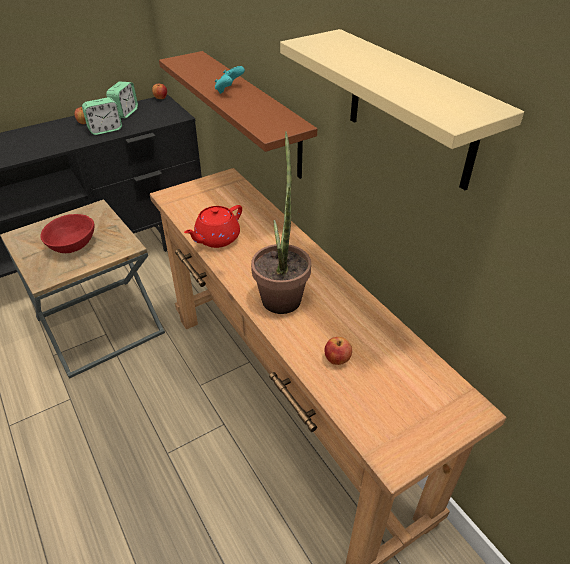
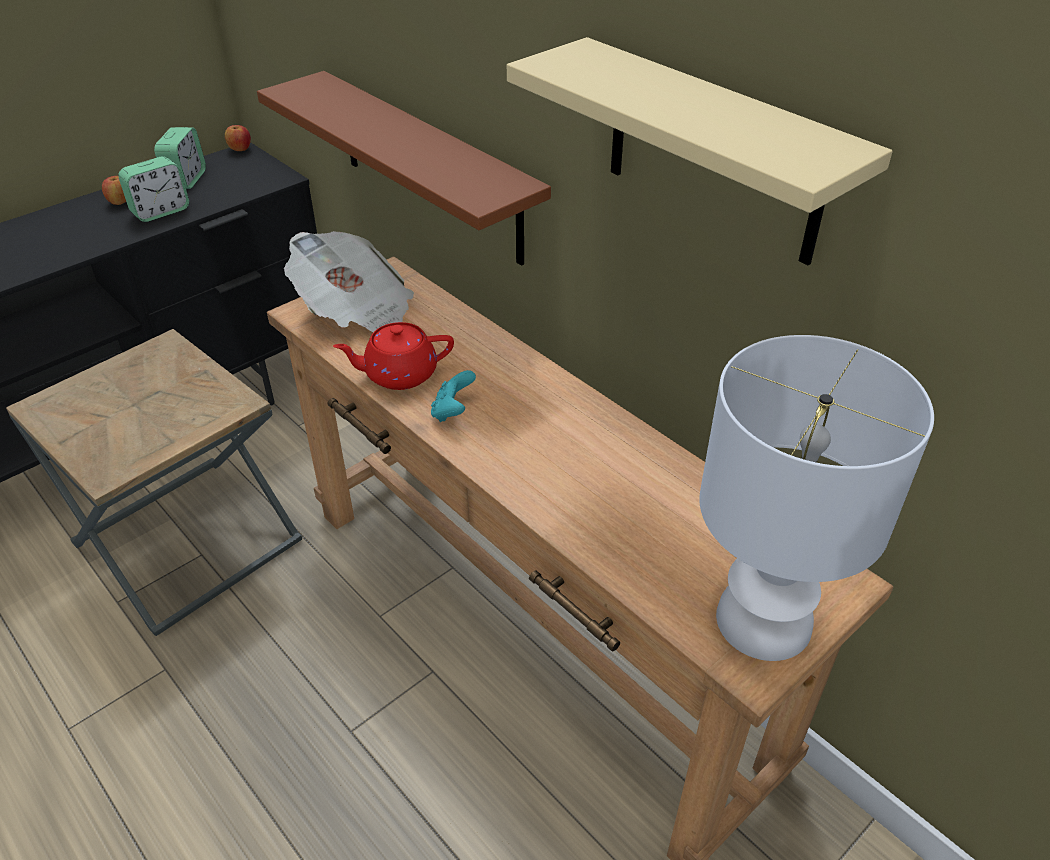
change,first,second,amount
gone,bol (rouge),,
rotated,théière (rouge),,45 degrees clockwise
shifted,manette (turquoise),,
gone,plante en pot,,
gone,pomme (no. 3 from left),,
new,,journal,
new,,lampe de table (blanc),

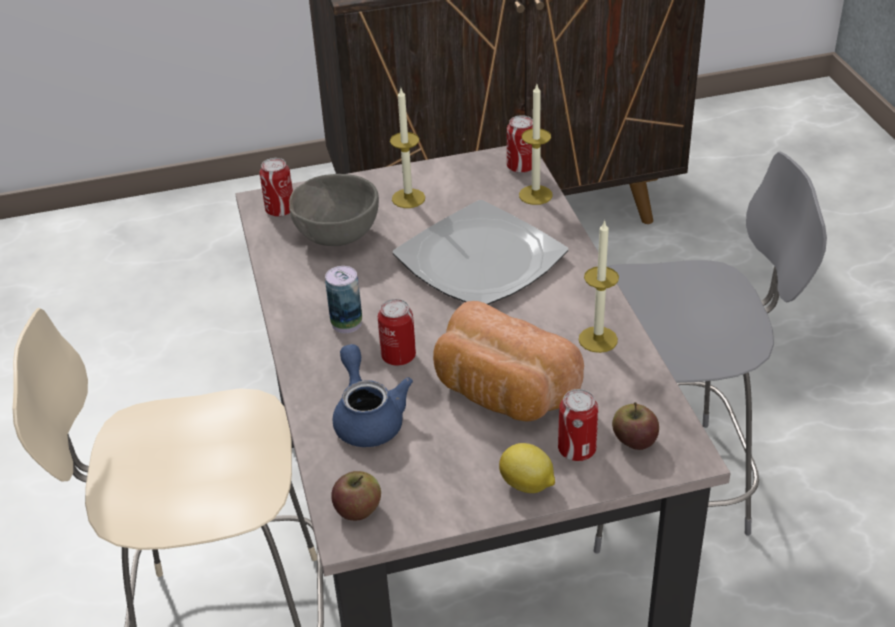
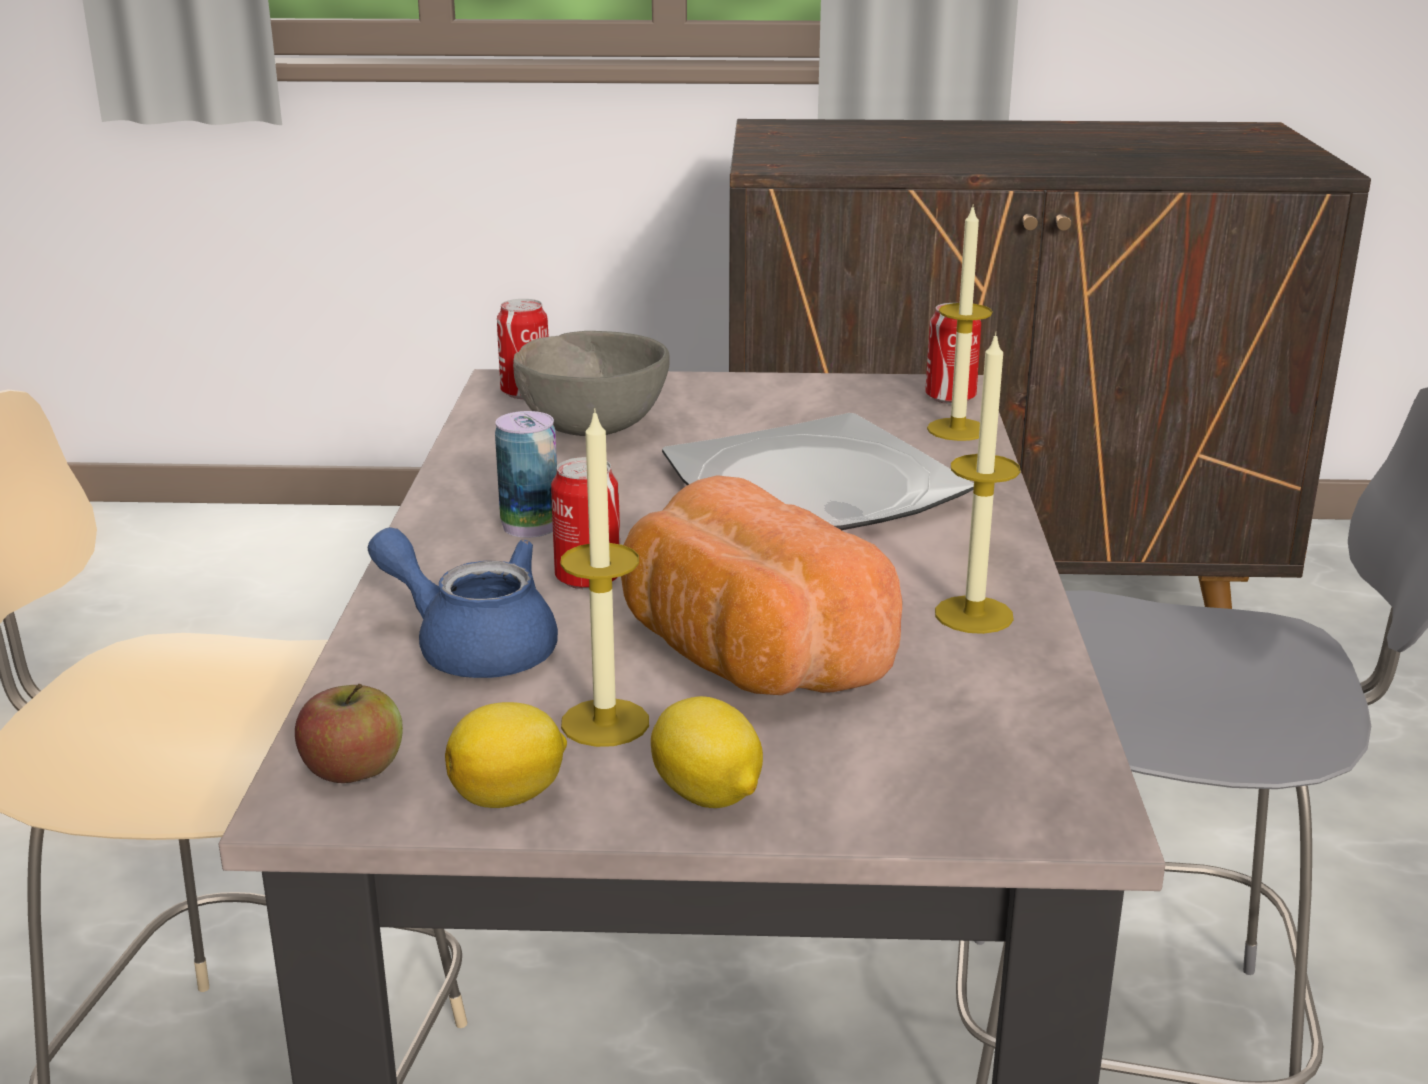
change,first,second,amount
rotated,théière (bleu),,60 degrees counterclockwise
shifted,bougie (no. 1 from left),,
gone,boîte métallique (no. 5 from left),,
gone,pomme (no. 2 from left),,
new,,citron (no. 1 from left),

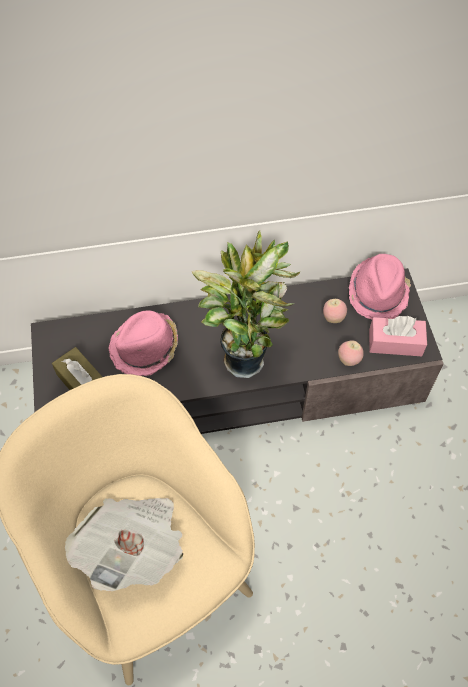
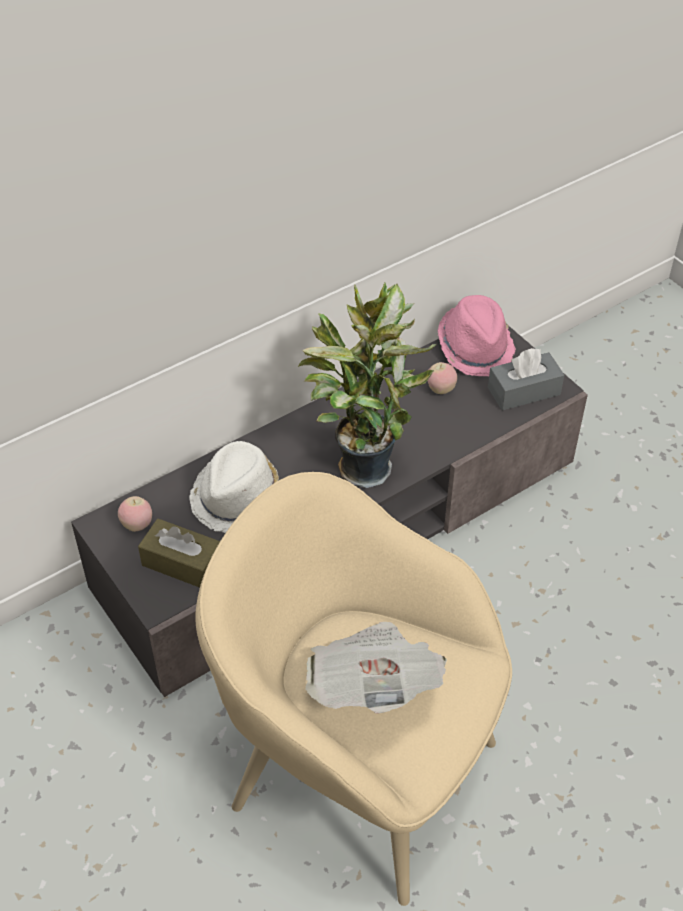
change,first,second,amount
repainted,chapeau (rose) (no. 1 from left),chapeau (blanc),
shifted,pomme (no. 2 from left in the first image),pomme (no. 1 from left),
repainted,boîte à mouchoirs (rose),boîte à mouchoirs (gris),

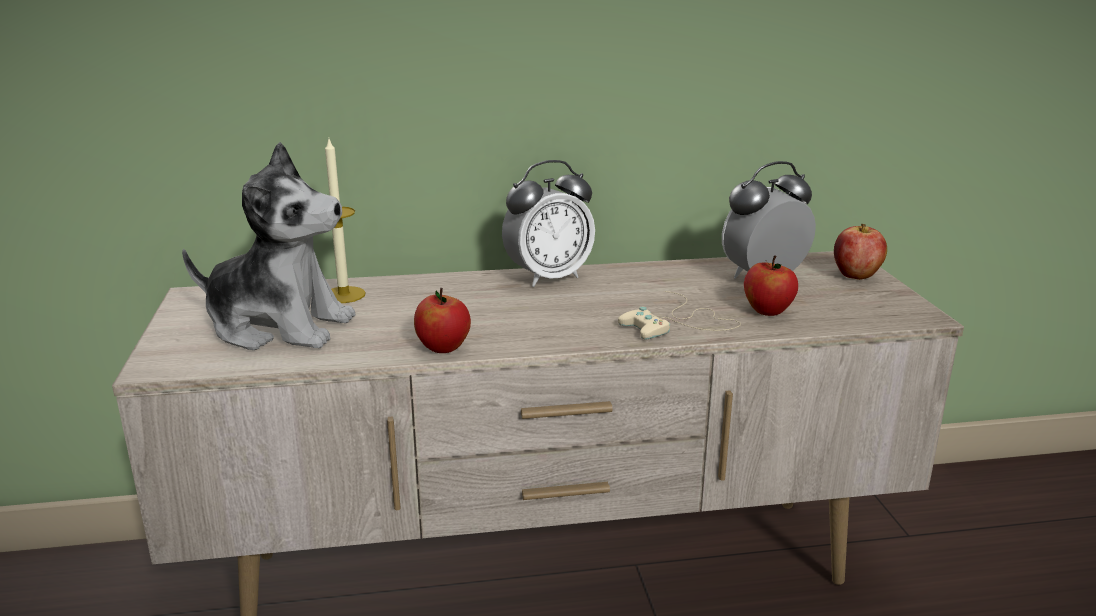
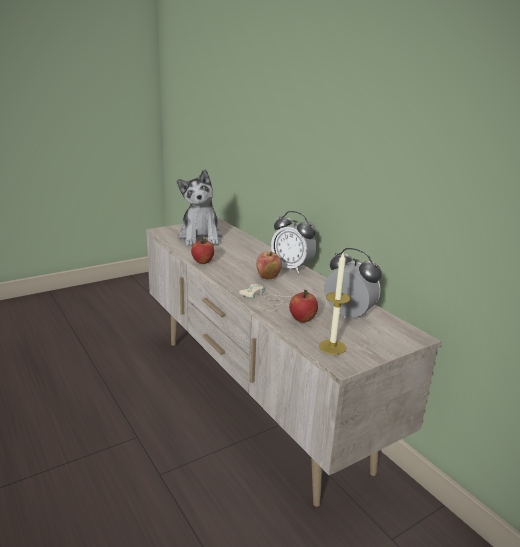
change,first,second,amount
shifted,bougie,,
shifted,pomme (no. 3 from left in the first image),pomme (no. 2 from left),

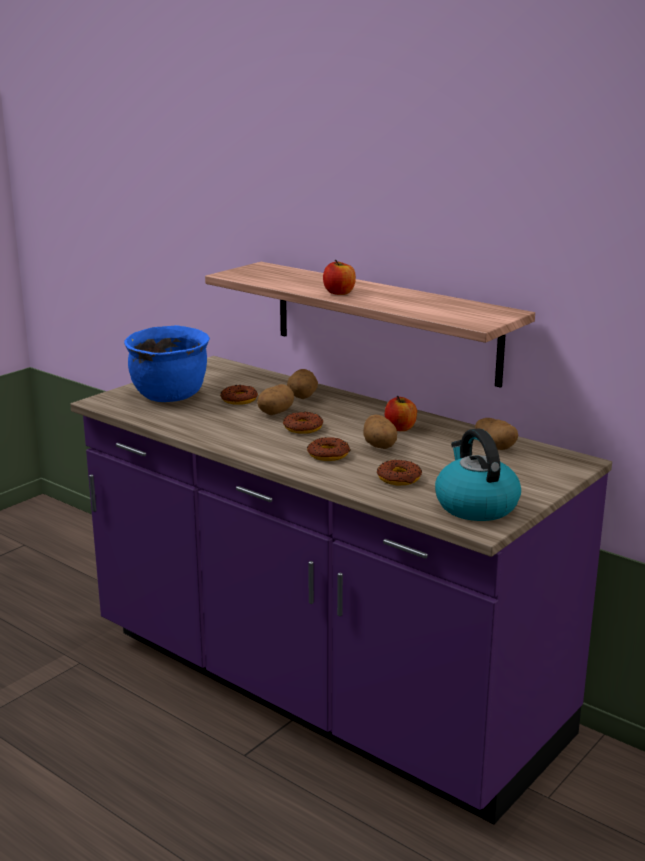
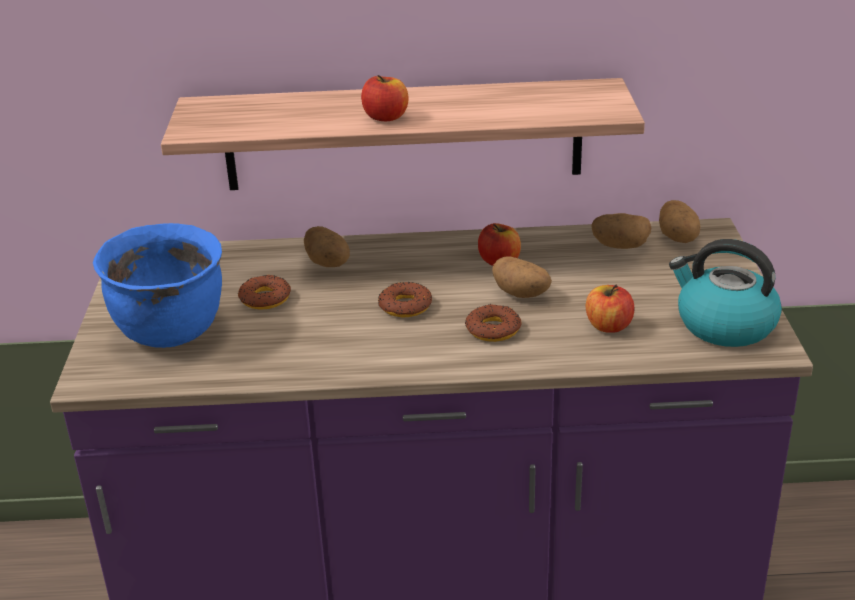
change,first,second,amount
shifted,pomme de terre (no. 1 from left in the first image),pomme de terre (no. 4 from left),
swapped,beignet (no. 4 from left),pomme (no. 3 from left),

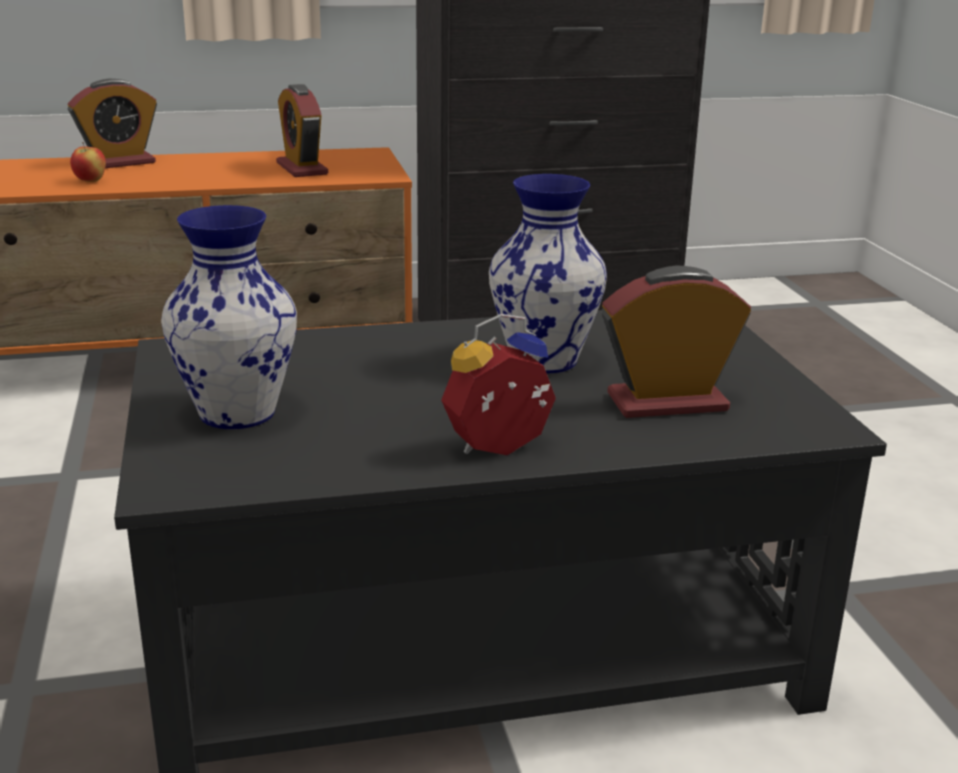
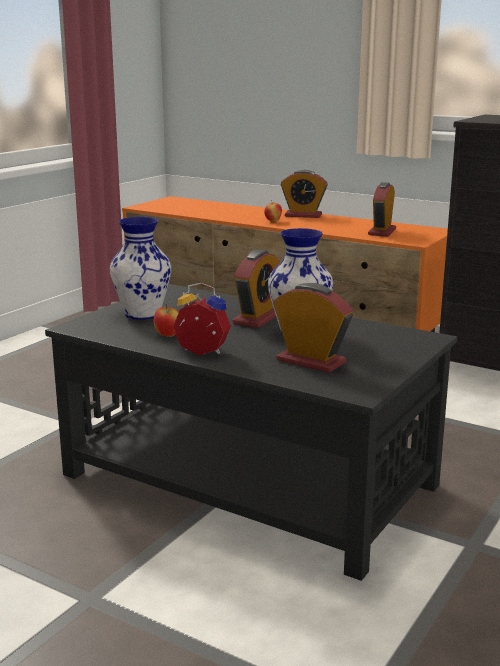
change,first,second,amount
new,,pomme (no. 1 from left),
new,,réveil (no. 2 from left),

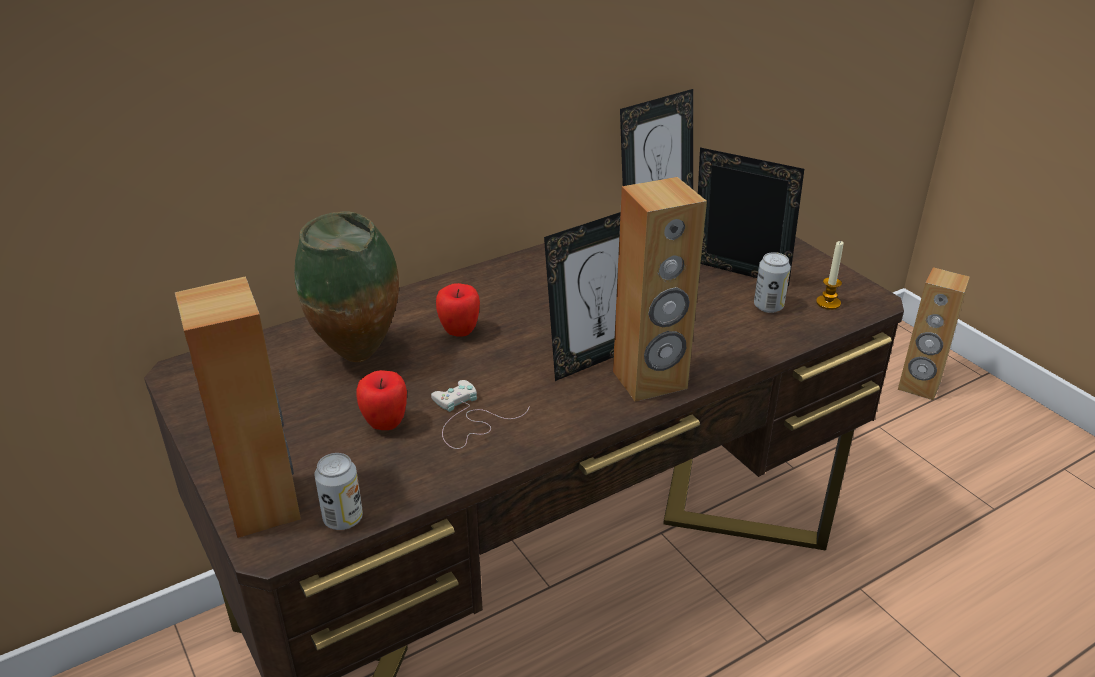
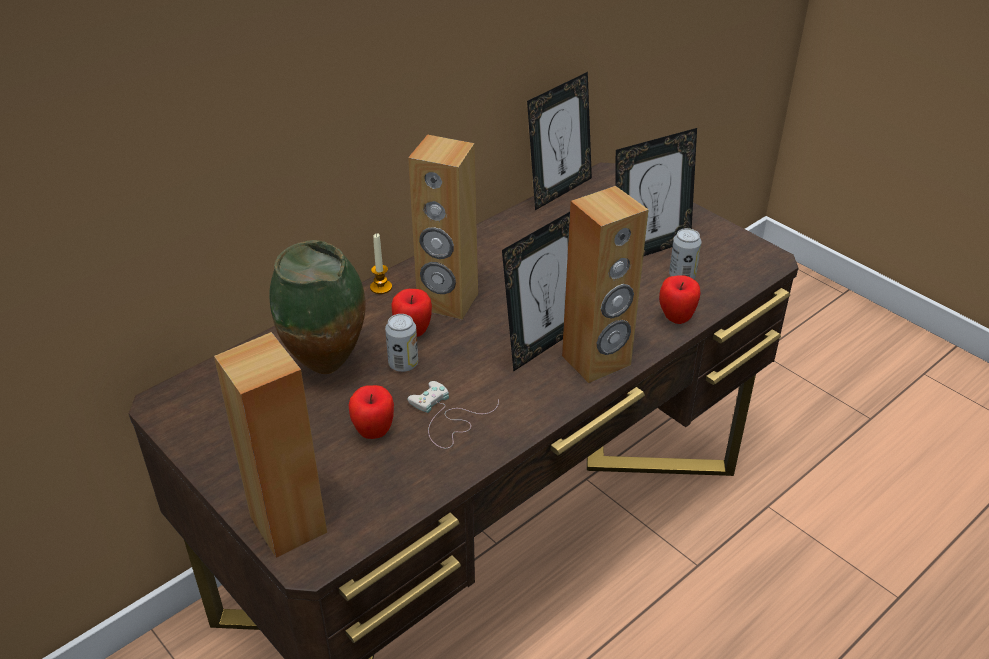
change,first,second,amount
shifted,boîte métallique (no. 1 from left),,
rotated,cadre photo (no. 3 from left),,135 degrees clockwise
shifted,bougie,,
shifted,enceinte (marron) (no. 3 from left in the first image),enceinte (marron) (no. 2 from left),
new,,pomme (no. 3 from left),

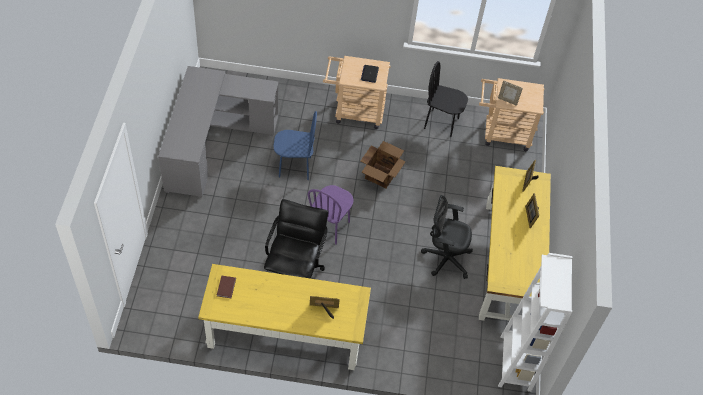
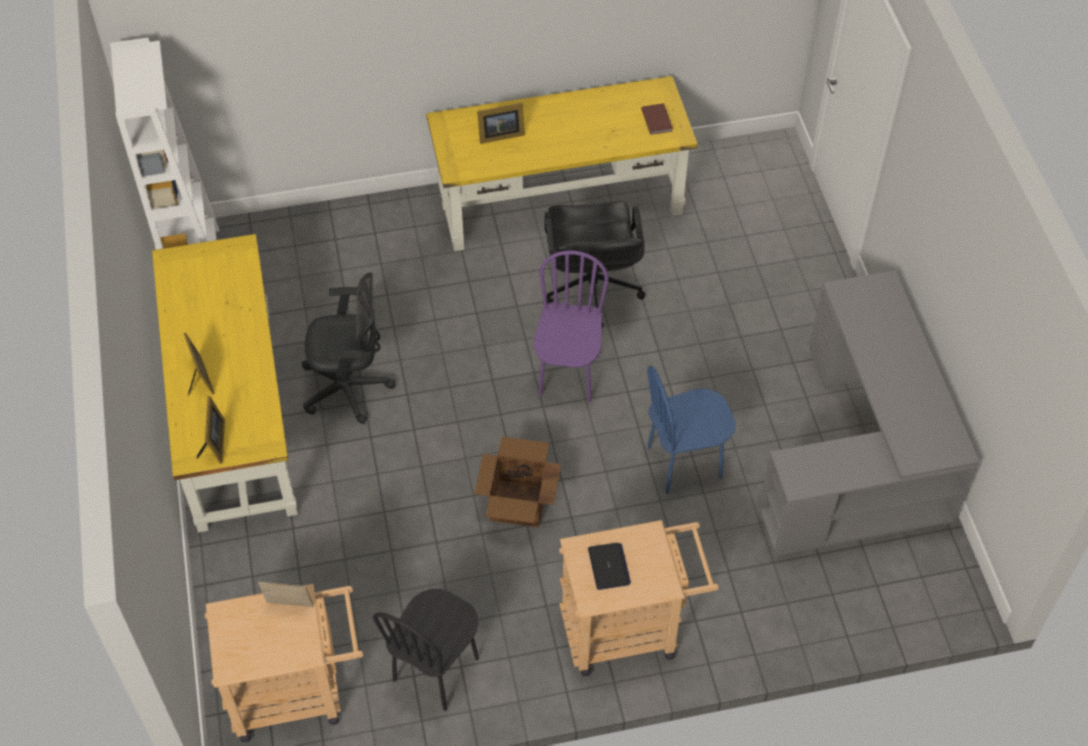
change,first,second,amount
rotated,chaise (noir),,120 degrees clockwise

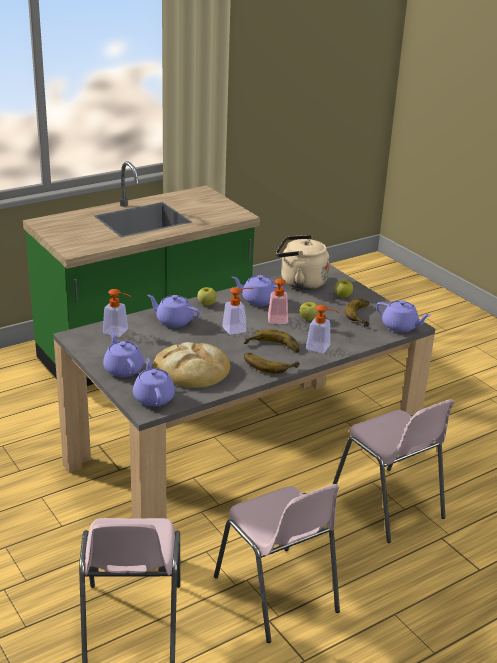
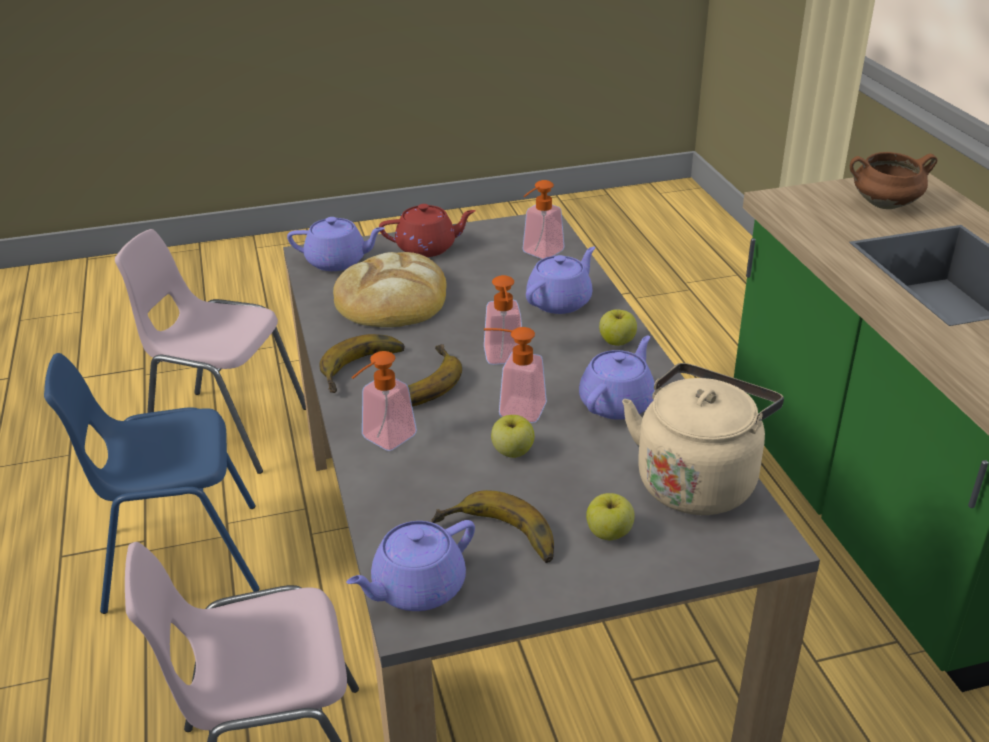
change,first,second,amount
repainted,théière (violet) (no. 1 from left),théière (rouge),
repainted,chaise (rose) (no. 2 from left),chaise (bleu),
new,,marmite (marron),

